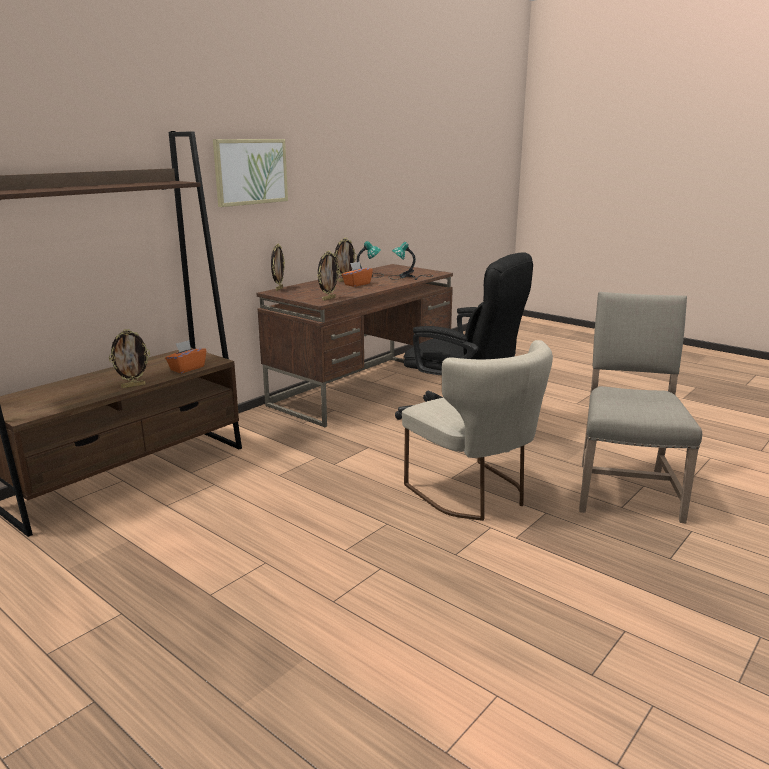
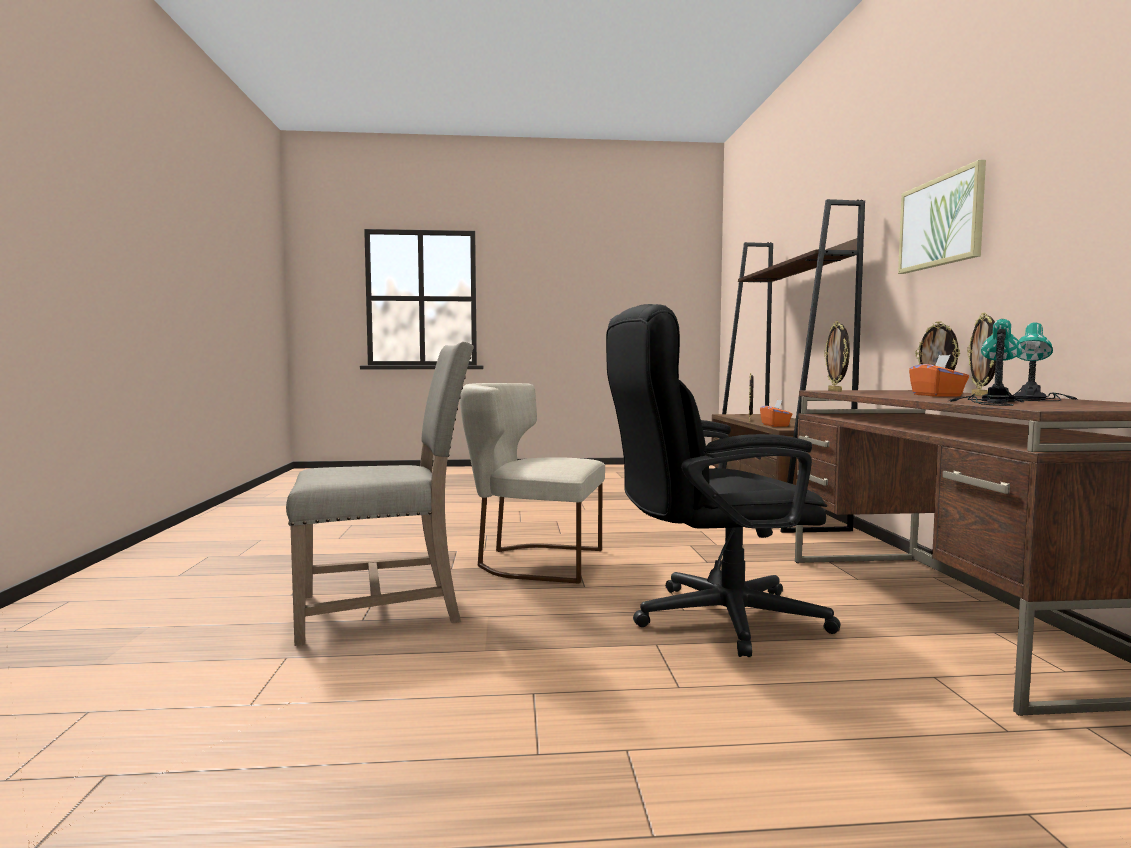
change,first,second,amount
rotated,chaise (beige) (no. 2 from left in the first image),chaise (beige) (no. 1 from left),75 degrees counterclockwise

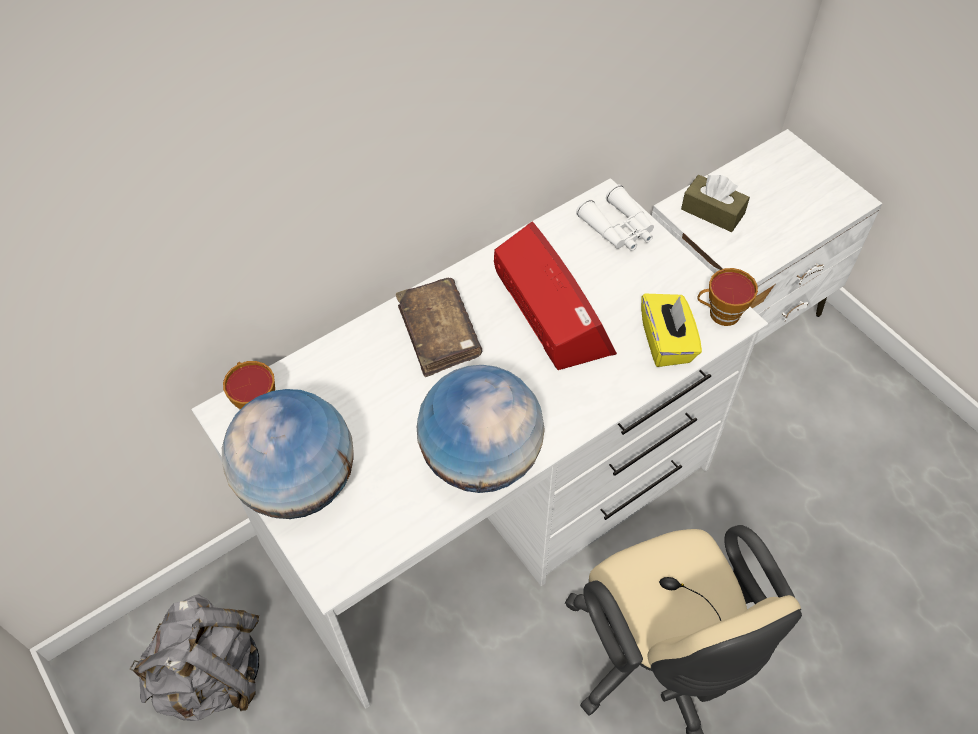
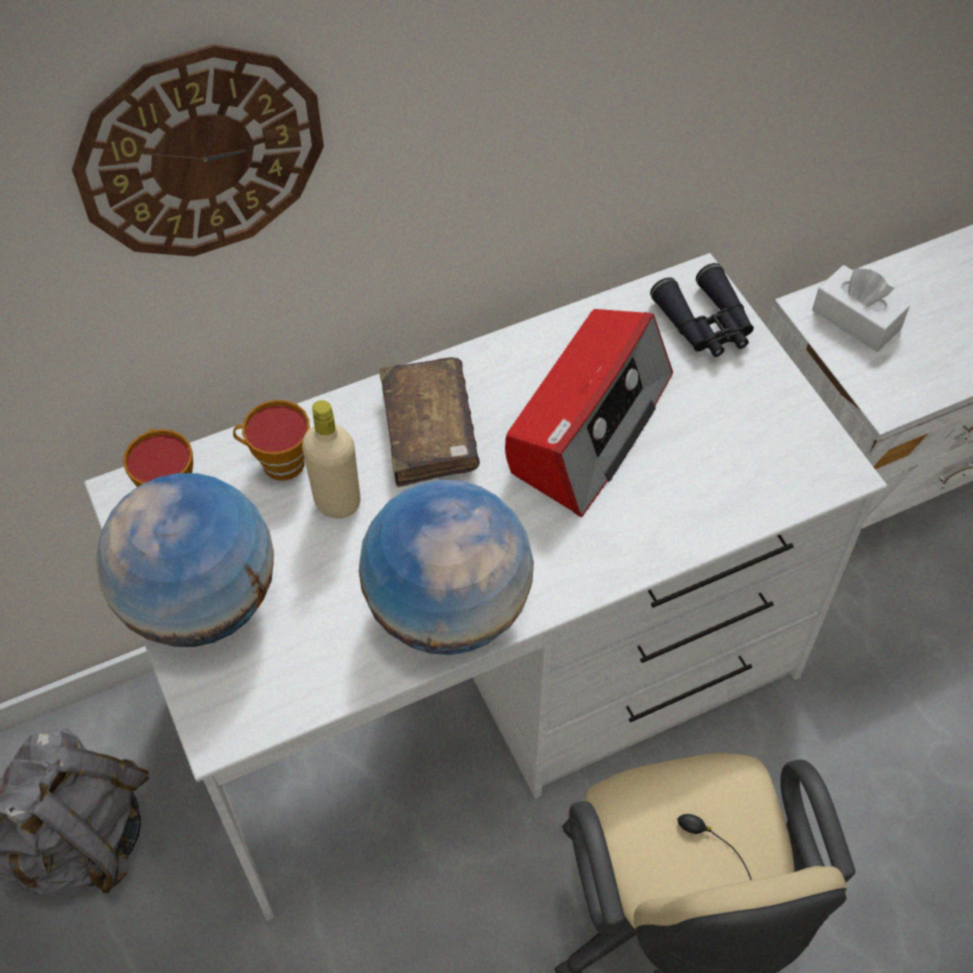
change,first,second,amount
rotated,radio,,45 degrees clockwise
repainted,jumelles (blanc),jumelles (noir),
gone,boîte à mouchoirs (jaune),,
repainted,boîte à mouchoirs (marron),boîte à mouchoirs (blanc),
shifted,tasse (no. 2 from left),,
new,,horloge murale,
new,,bouteille (beige),

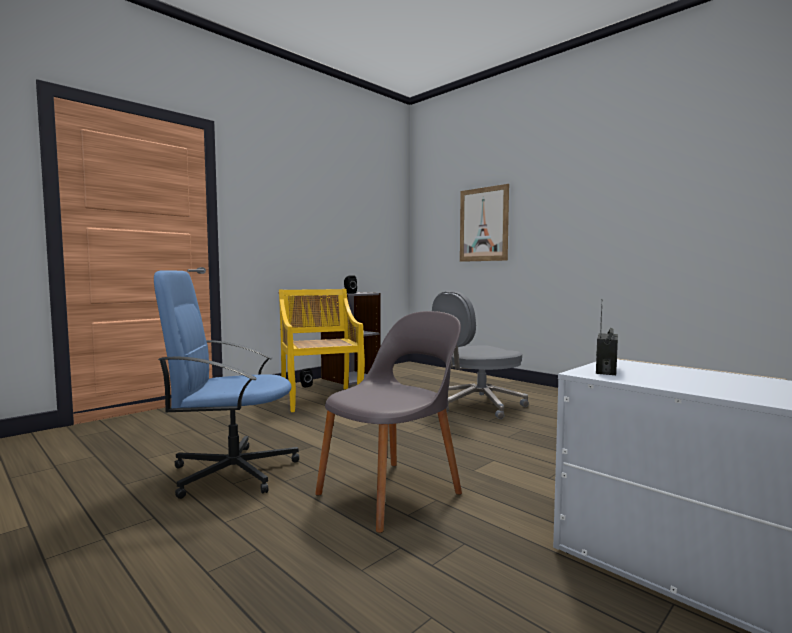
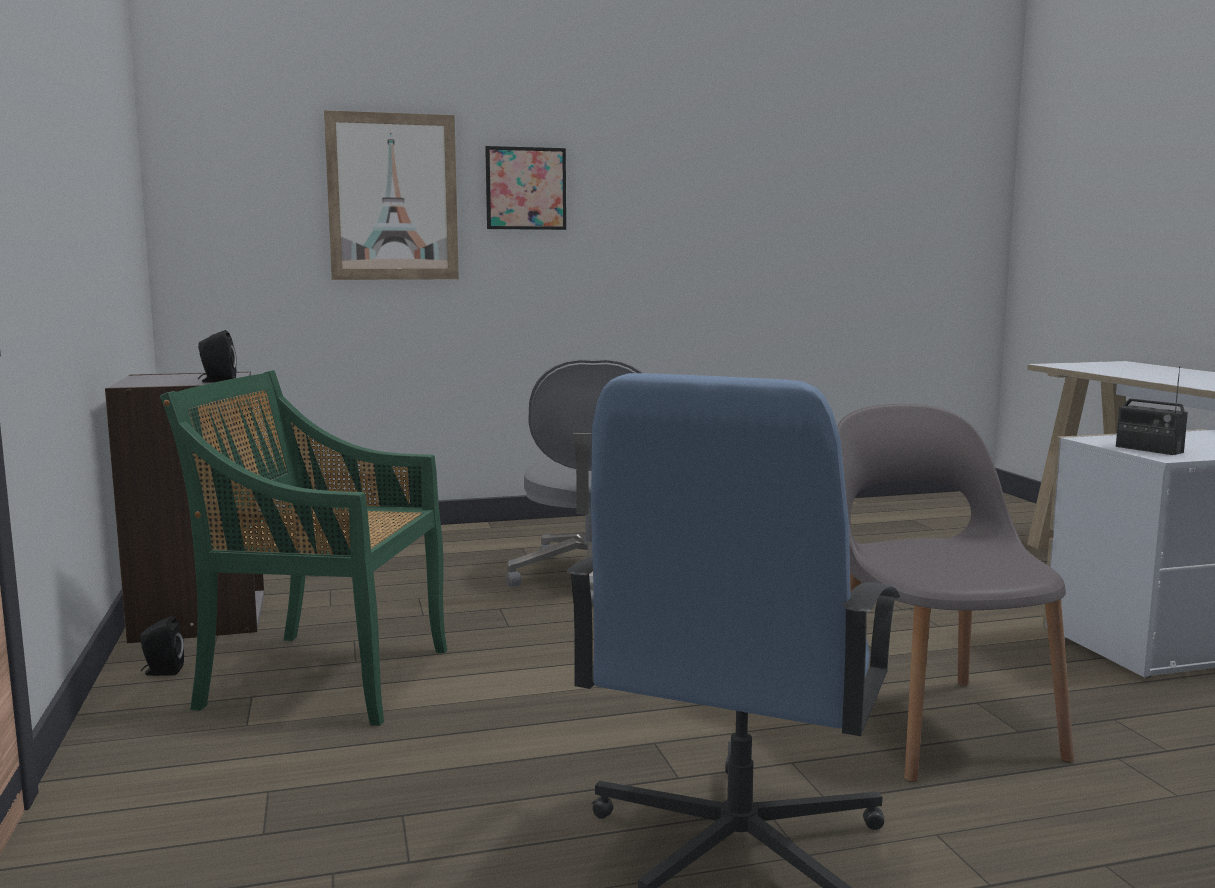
change,first,second,amount
repainted,chaise (jaune),chaise (vert),
new,,tableau (no. 2 from left),

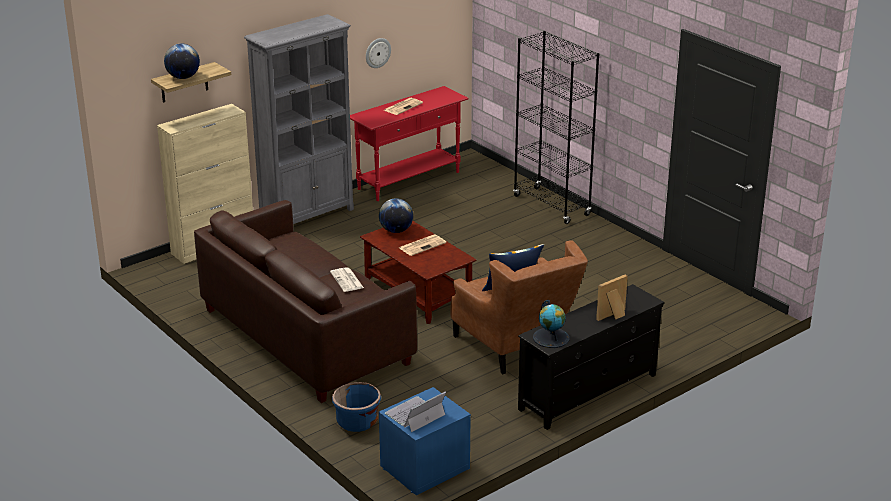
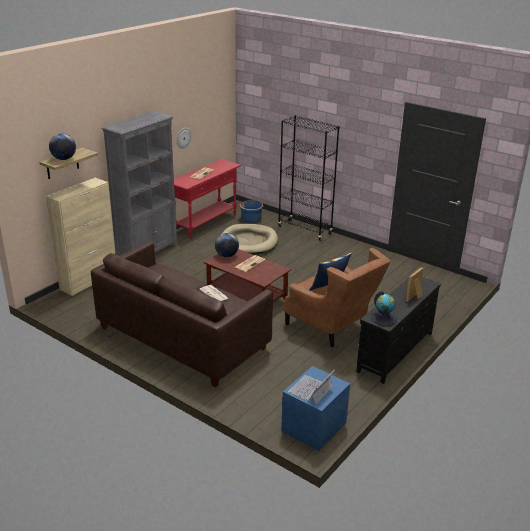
change,first,second,amount
shifted,cache-pot (bleu),,
new,,panier pour chien (beige),

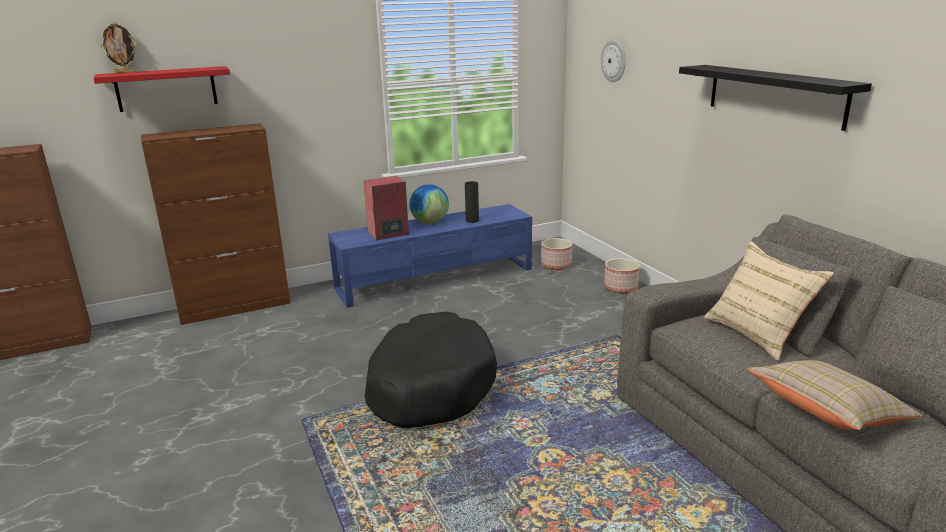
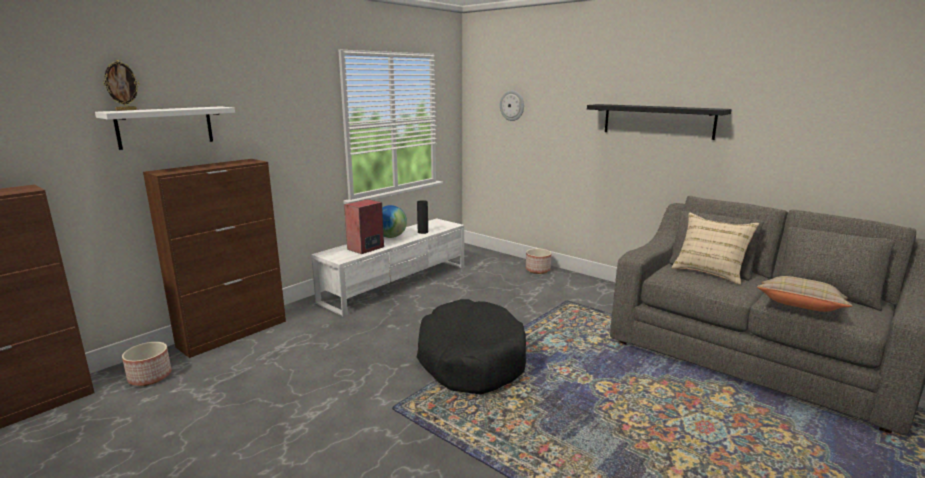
change,first,second,amount
repainted,étagère (rouge),étagère (blanc),
repainted,meuble télé (bleu),meuble télé (blanc),
shifted,cache-pot (no. 1 from left),,

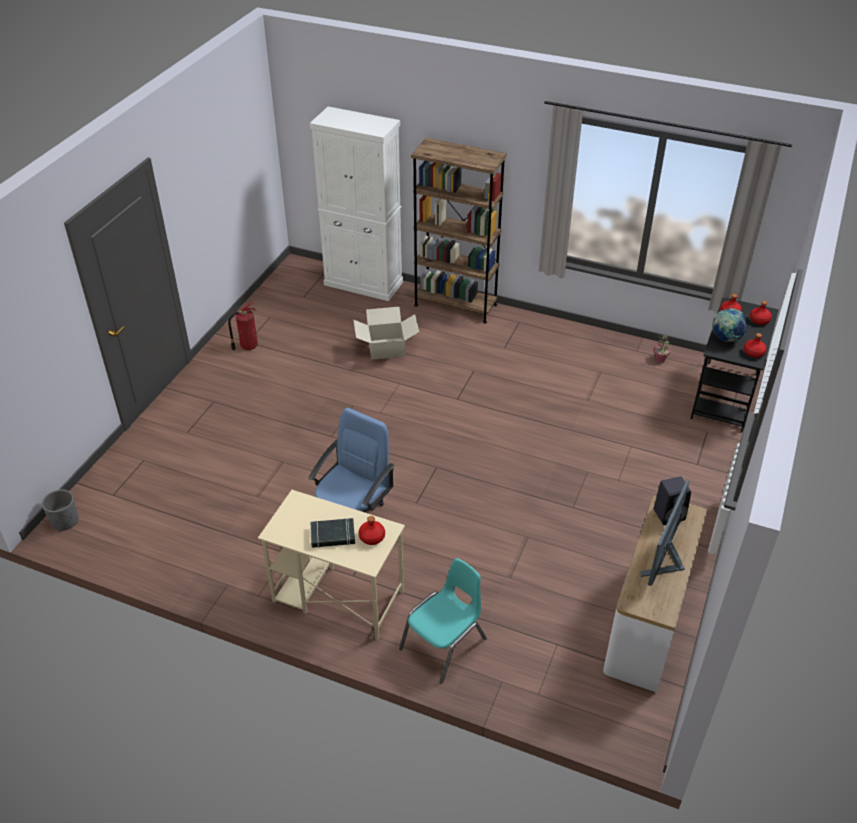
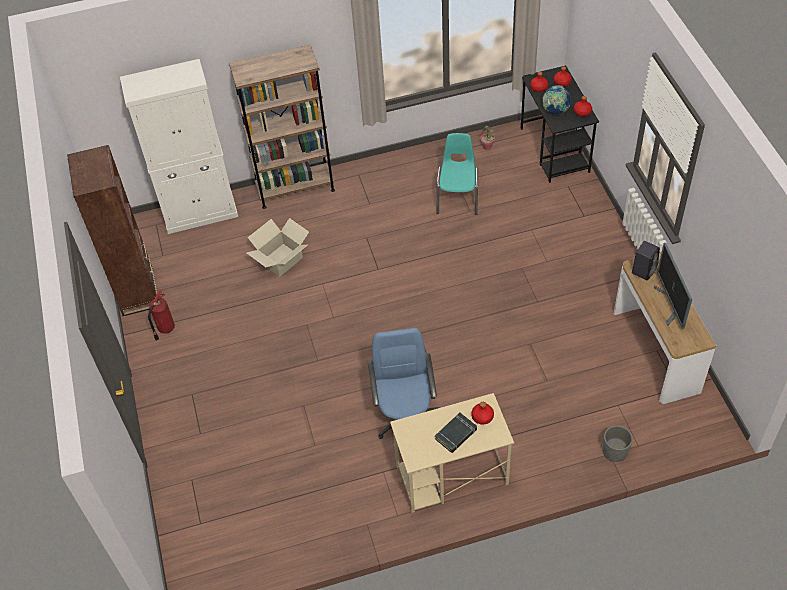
change,first,second,amount
shifted,cache-pot (gris),,
shifted,chaise (turquoise),,
new,,bibliothèque (marron) (no. 1 from left),

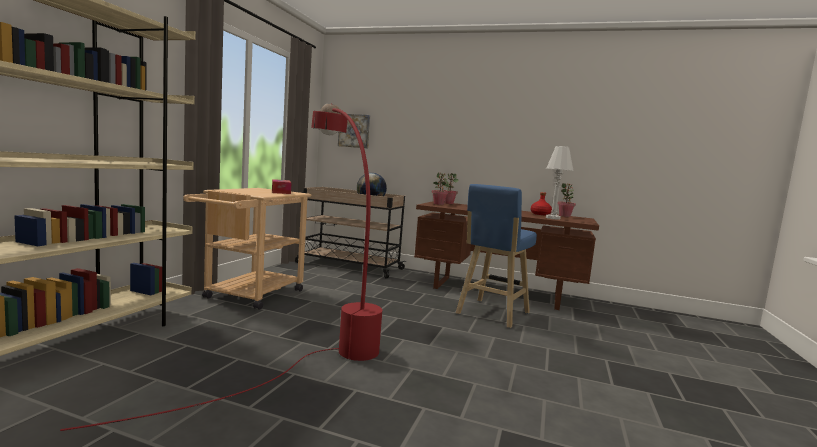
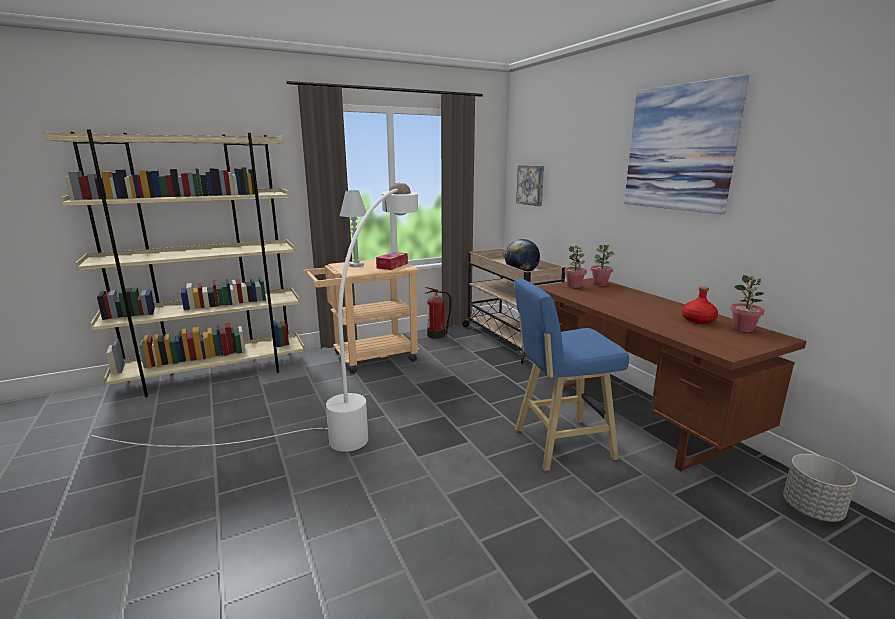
change,first,second,amount
repainted,lampadaire (rouge),lampadaire (blanc),
shifted,lampe de table (blanc),,
new,,extincteur,
new,,tableau (no. 2 from left),
new,,cache-pot (gris),

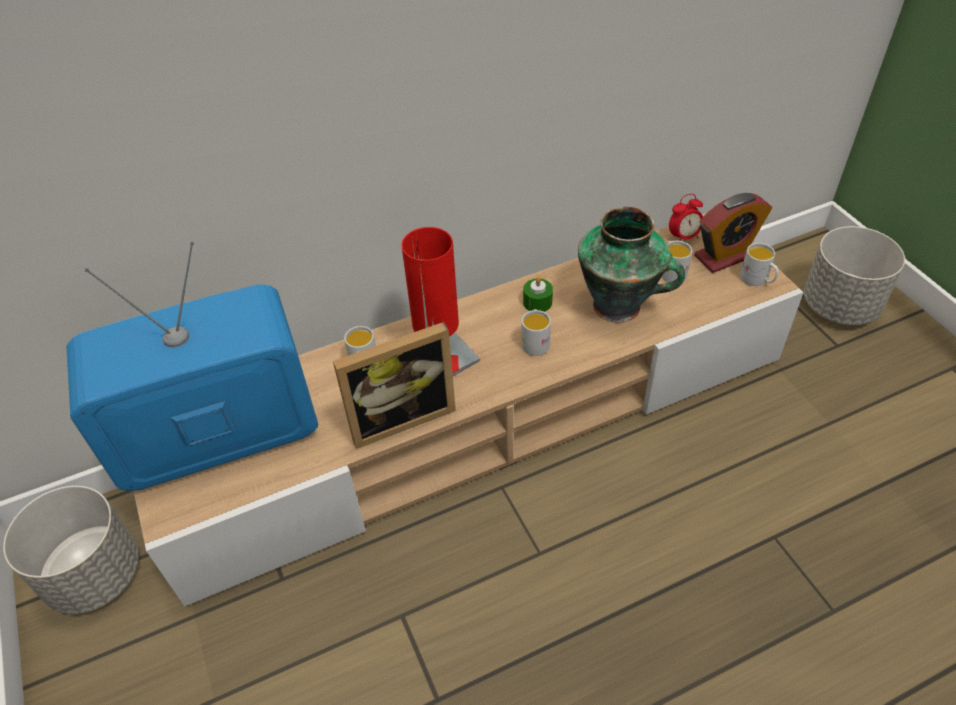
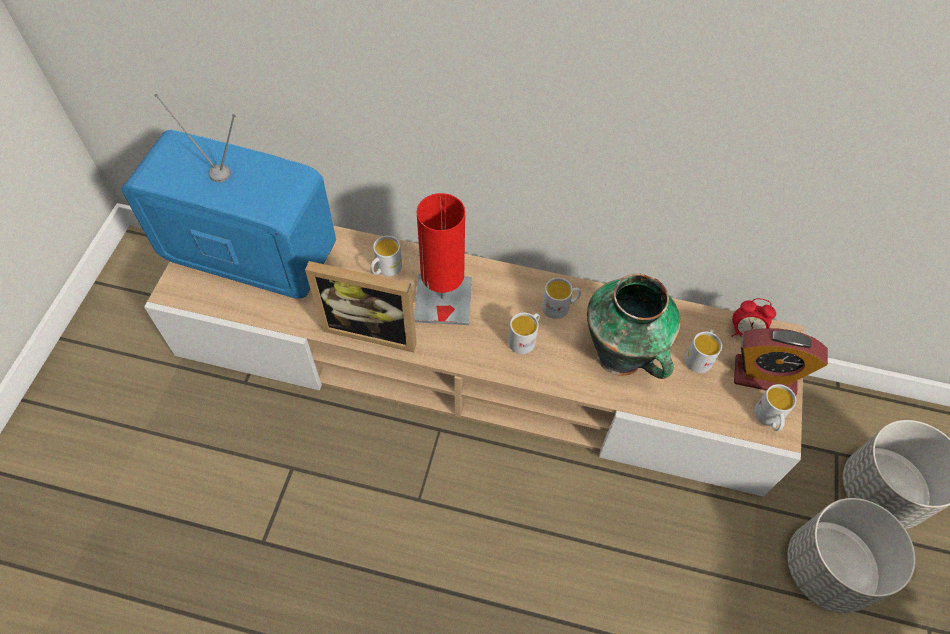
change,first,second,amount
shifted,cache-pot (gris) (no. 1 from left),,
swapped,bougie (vert),mug (blanc) (no. 3 from left),

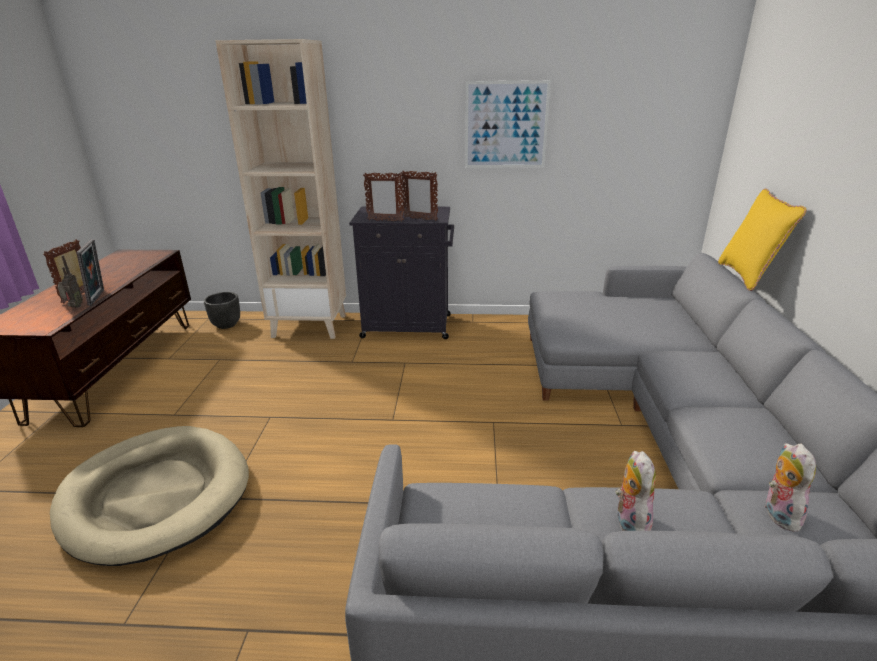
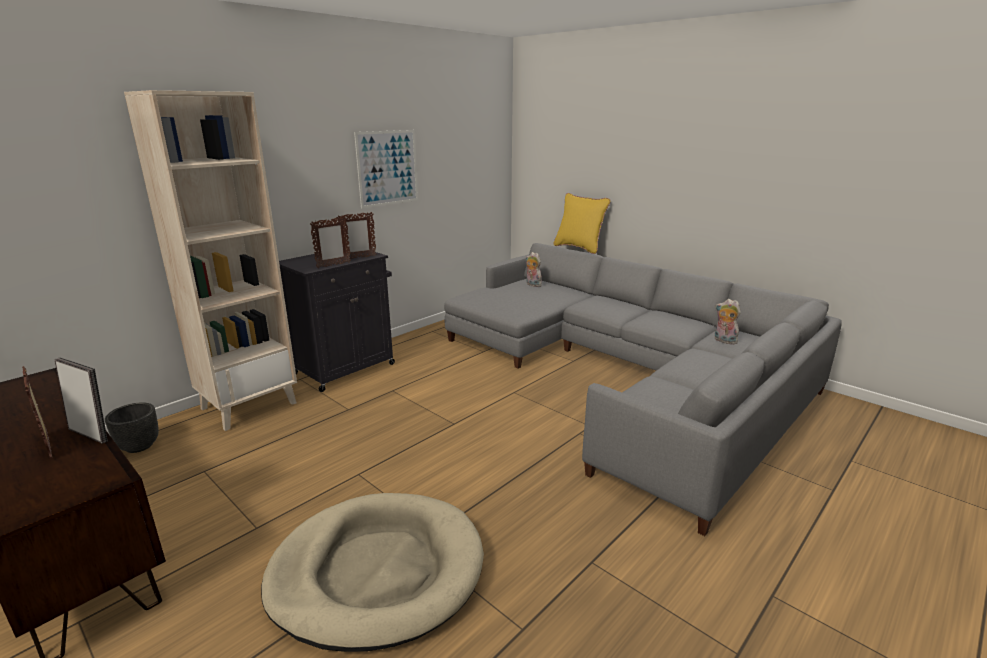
change,first,second,amount
gone,radio,,
shifted,peluche (no. 1 from left),,

